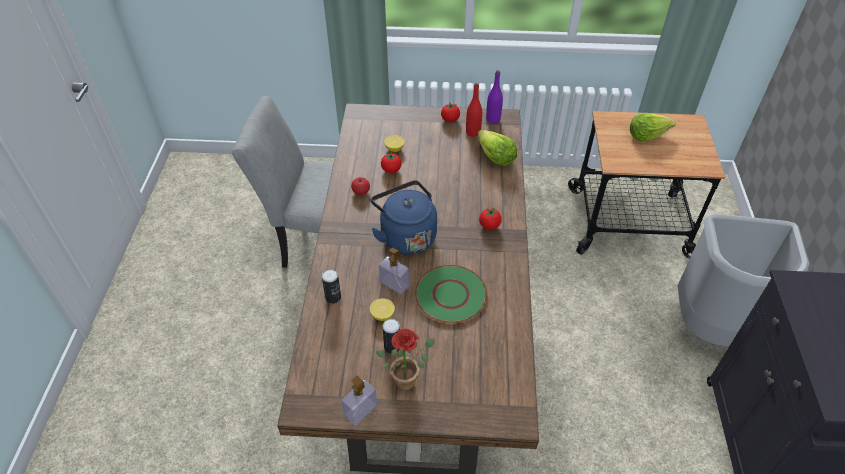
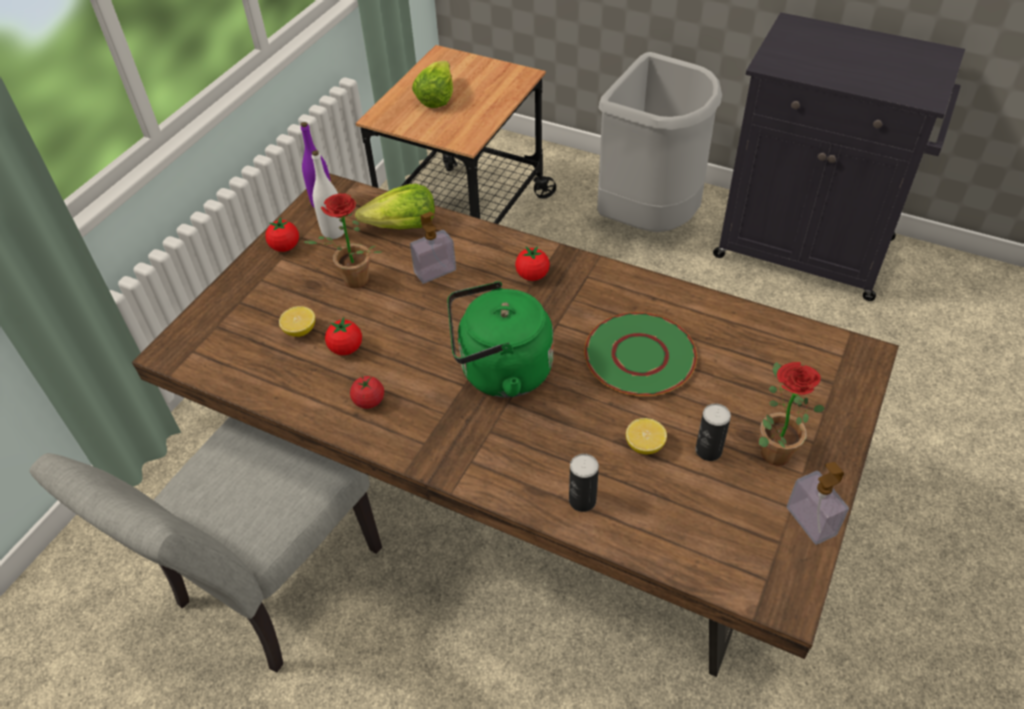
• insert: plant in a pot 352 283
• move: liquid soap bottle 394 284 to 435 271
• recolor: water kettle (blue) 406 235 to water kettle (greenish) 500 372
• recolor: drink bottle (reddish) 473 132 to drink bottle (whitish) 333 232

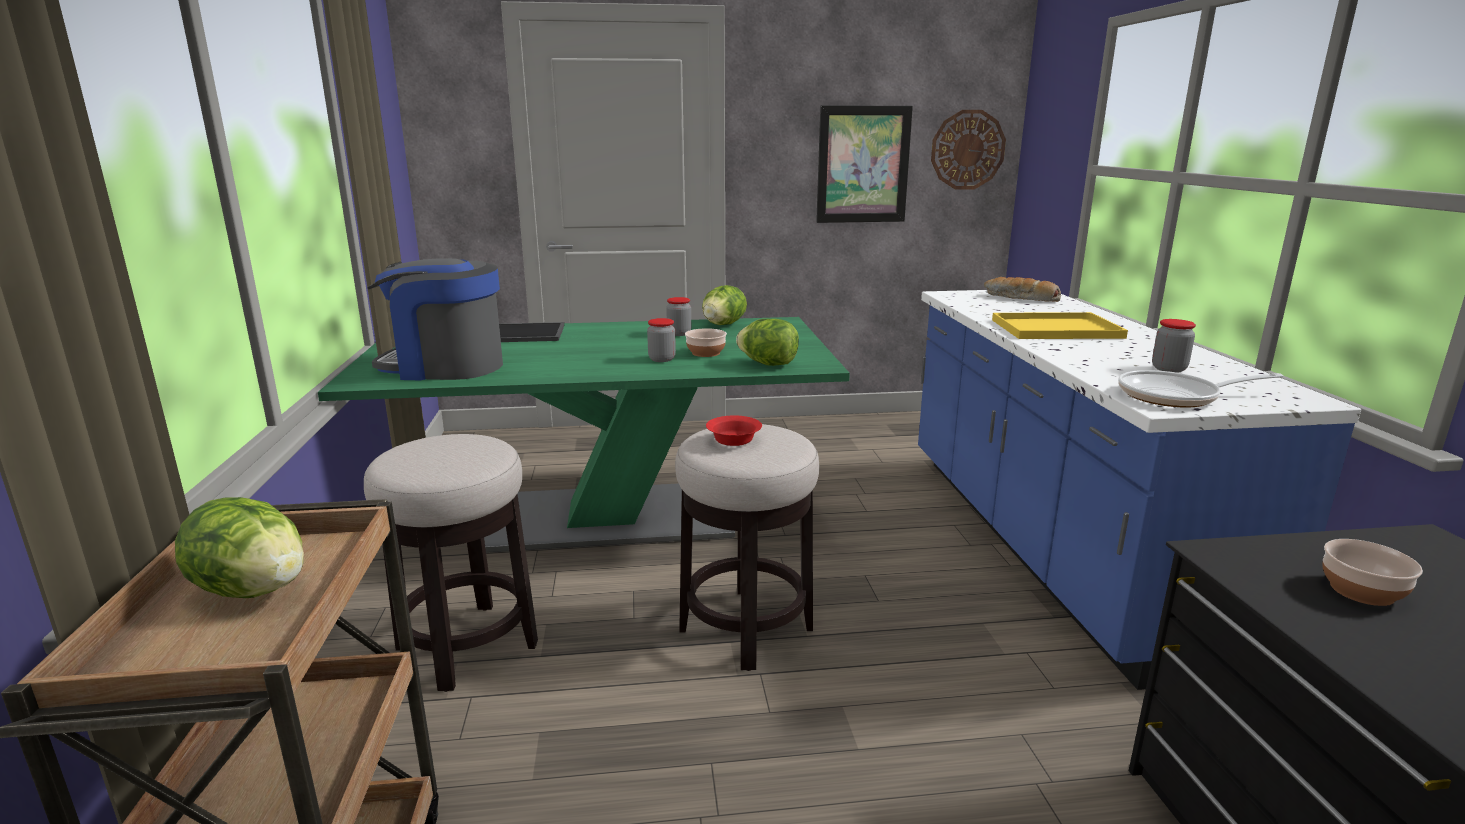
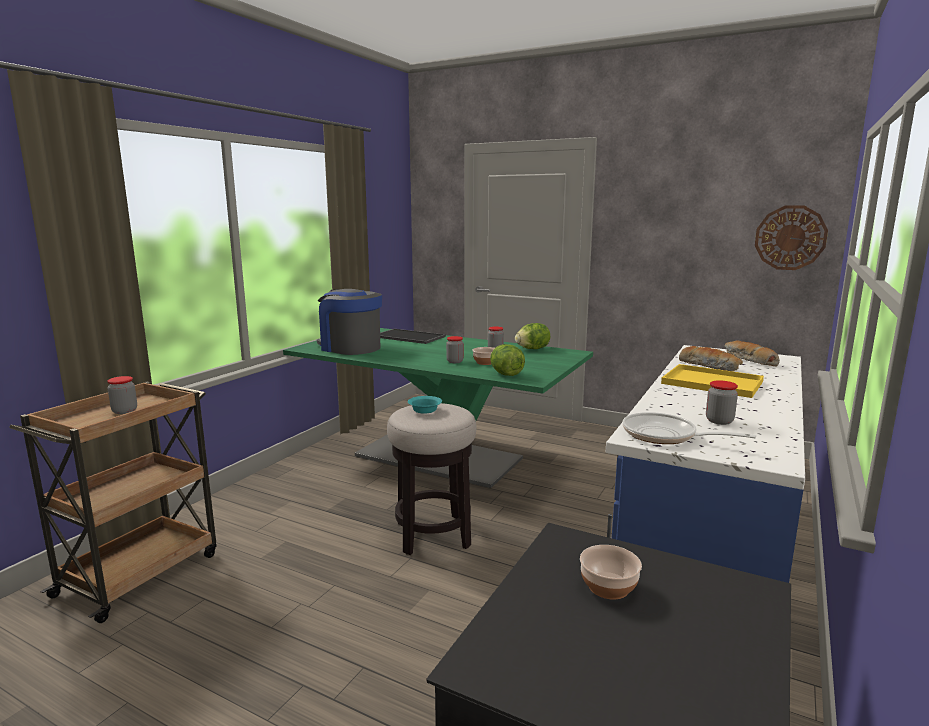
• delete: stool 467 646
• delete: picture 863 165
• insert: bread 709 366
• replace: lettuce 253 590 to storage jar 124 411
• recolor: deep dish (reddish) 735 440 to deep dish (turquoise-coloured) 425 410

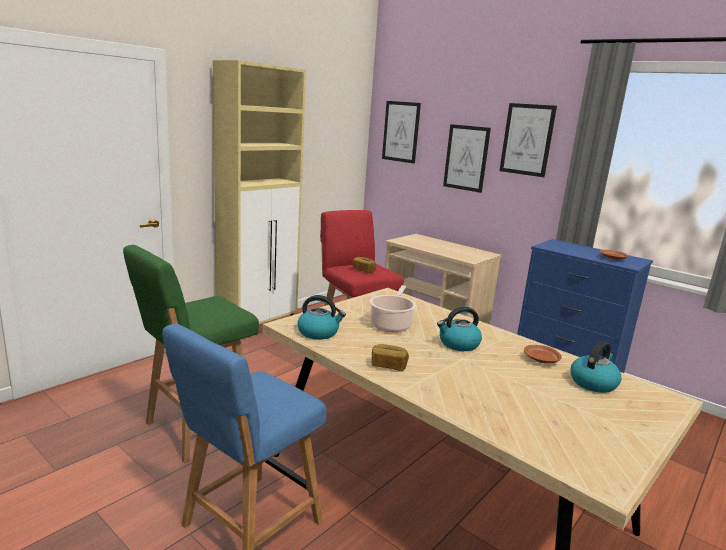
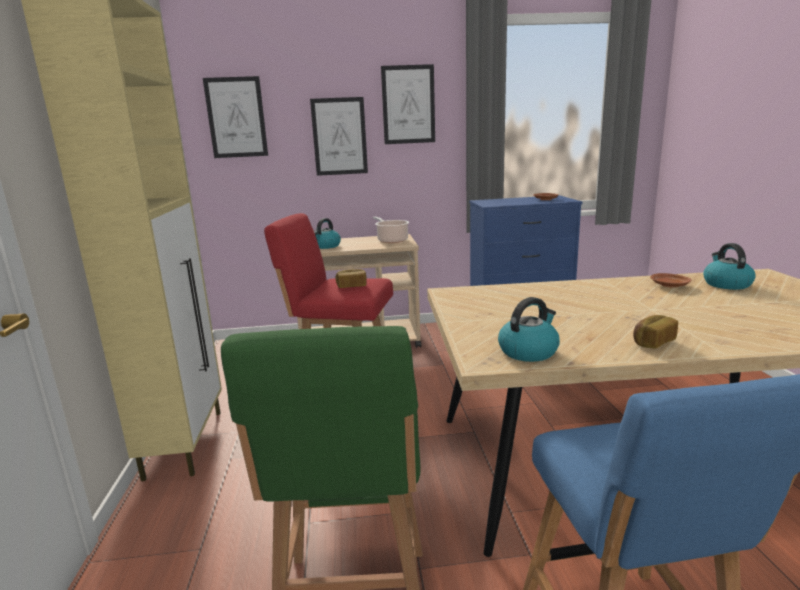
• move: cooking pot 391 324 to 391 240
• move: water kettle 458 344 to 326 246

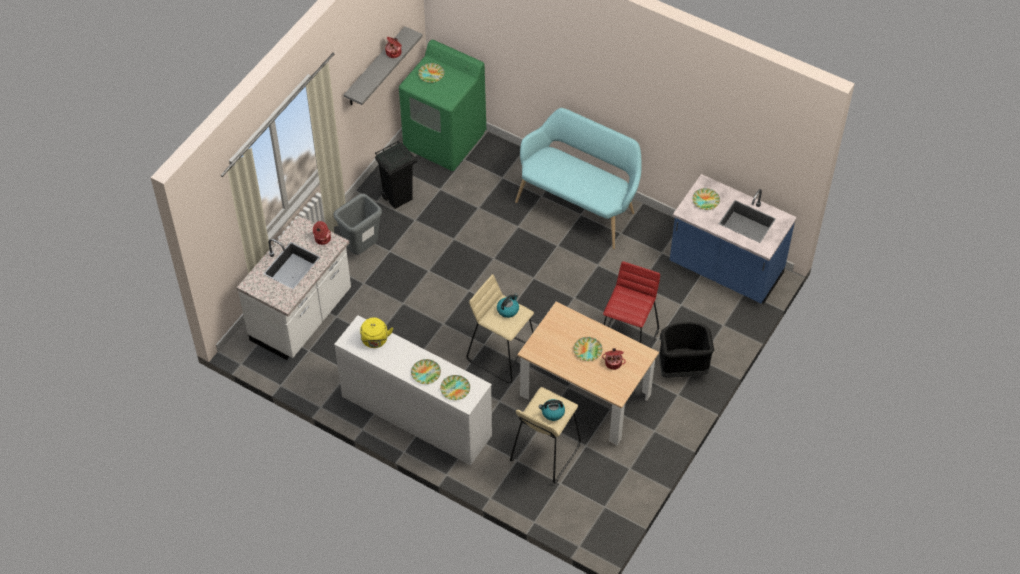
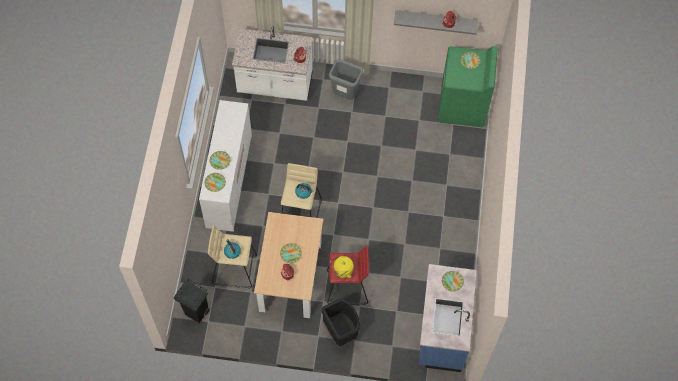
• delete: long seat (turquoise-coloured) 579 205
• move: water kettle (yellow-coloured) 375 341 to 342 271
• move: rubbish bin (black-coloured) 398 198 to 197 312

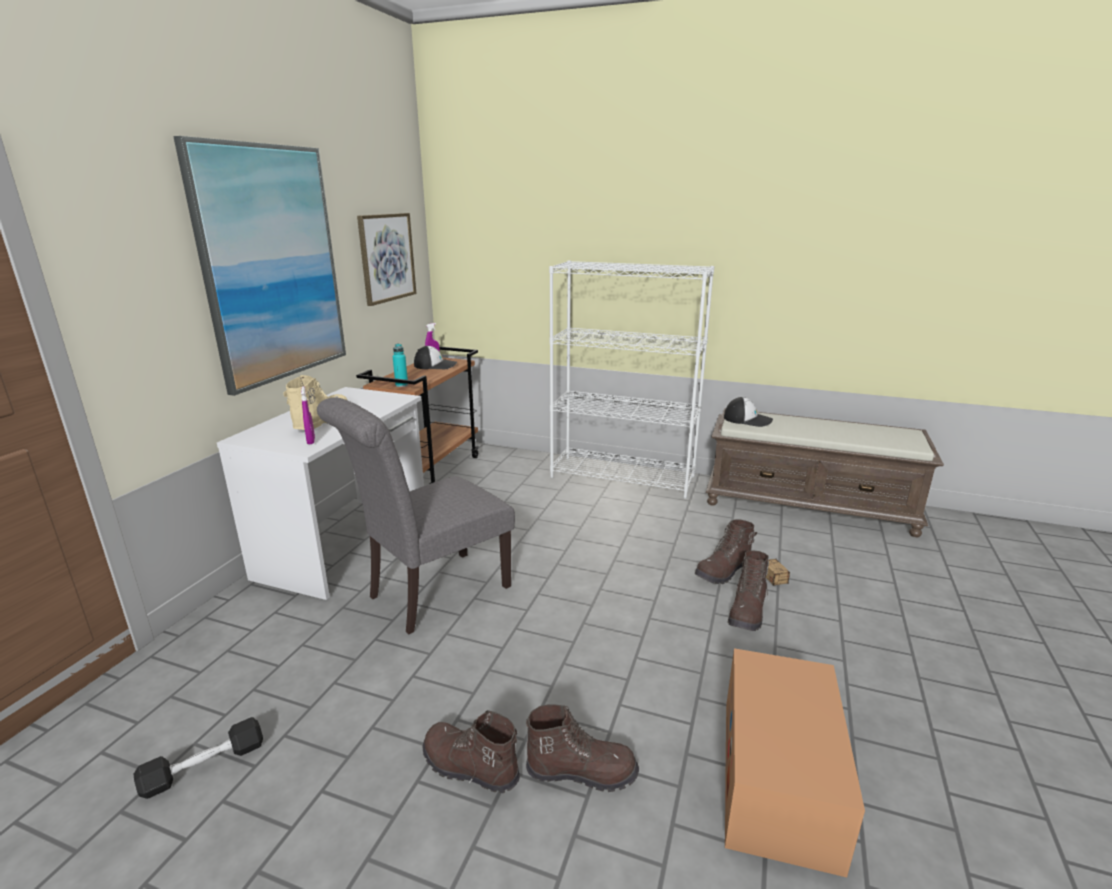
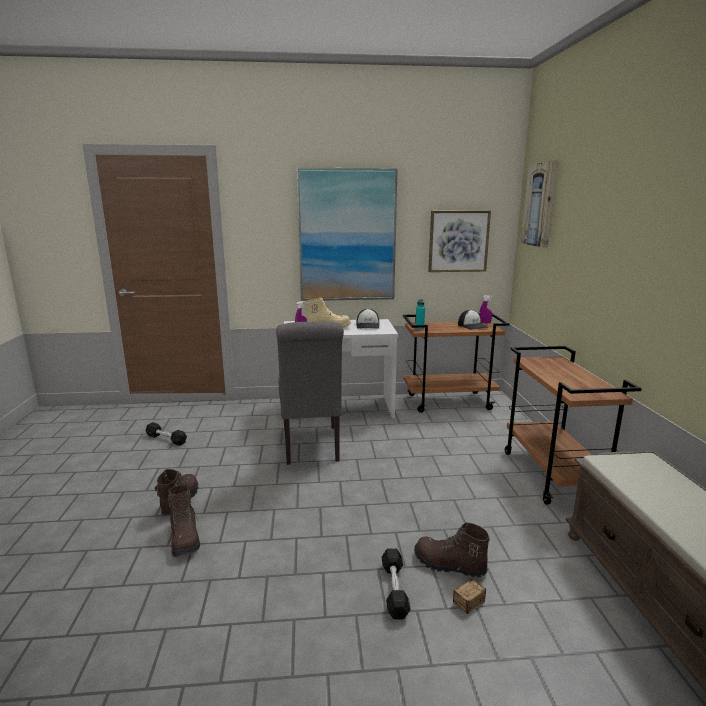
• delete: carton 778 779
• insert: picture 540 204
• move: cap 748 419 to 368 325
• replace: shelving unit (whitish) 623 477 to cart (brown) 554 476
• replace: boot (brown) 747 612 to free weight (black-coloured) 394 590
• rotate: chair (gray) 432 594 = 311 447 120 degrees counterclockwise

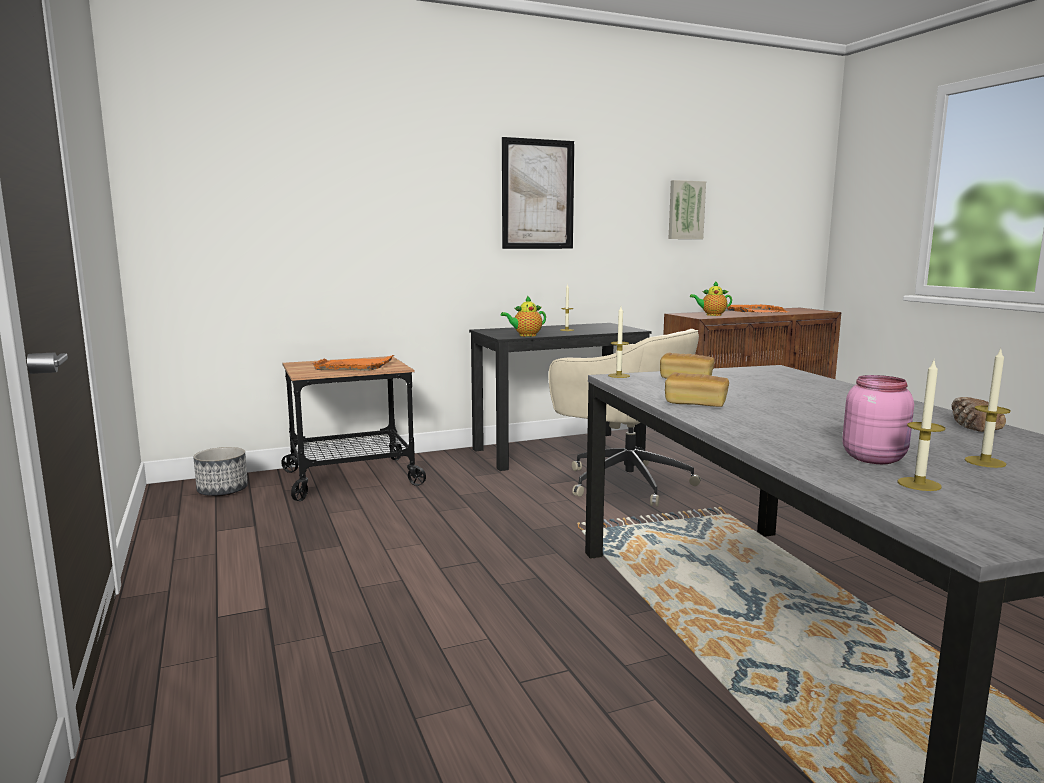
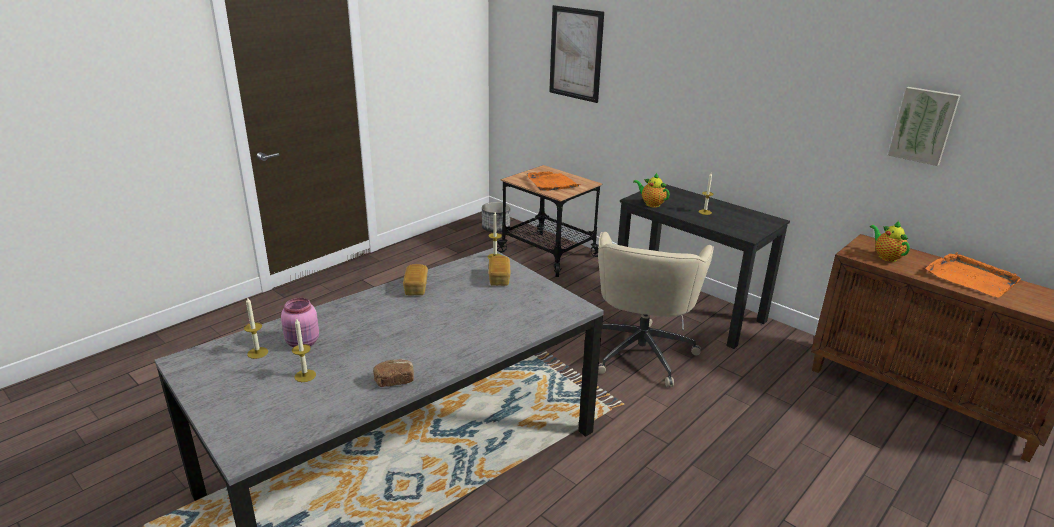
• move: picture 537 194 to 576 54

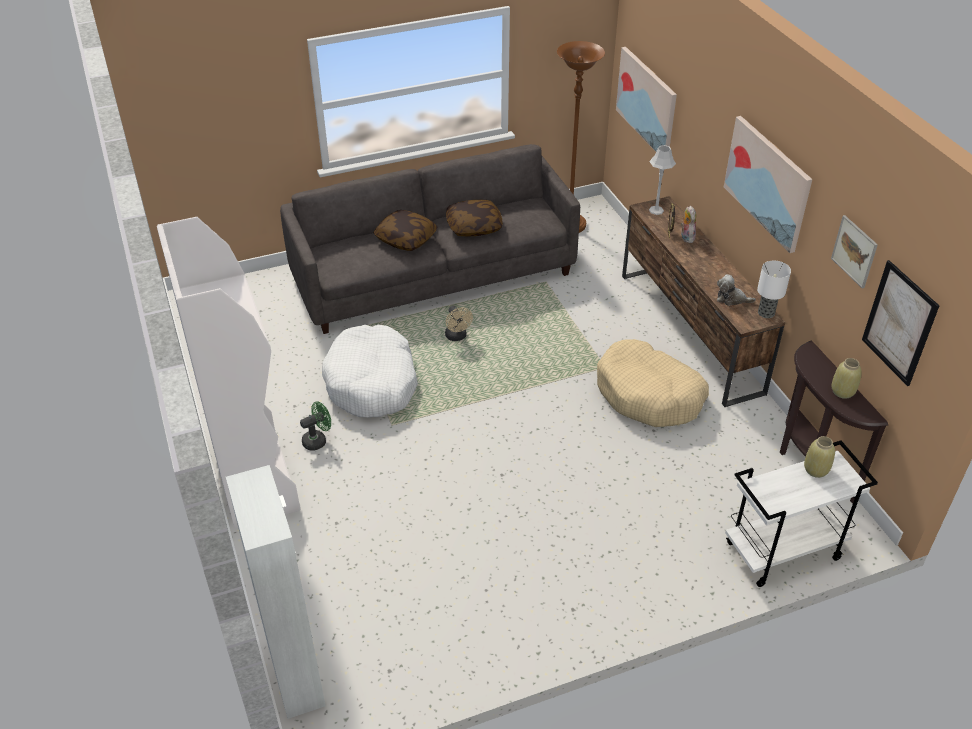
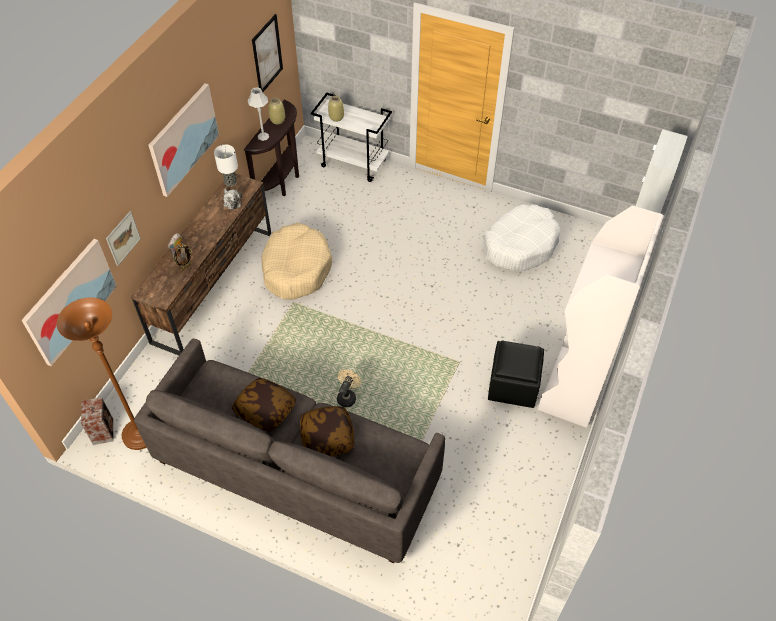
• insert: audio speaker 103 430
• move: dog cushion (whitish) 372 383 to 520 245
• move: tabletop lamp (gray) 656 210 to 263 136
• move: picture 854 251 to 123 238
• replace: cooling fan (greenish) 318 440 to footrest (black-coloured) 513 386

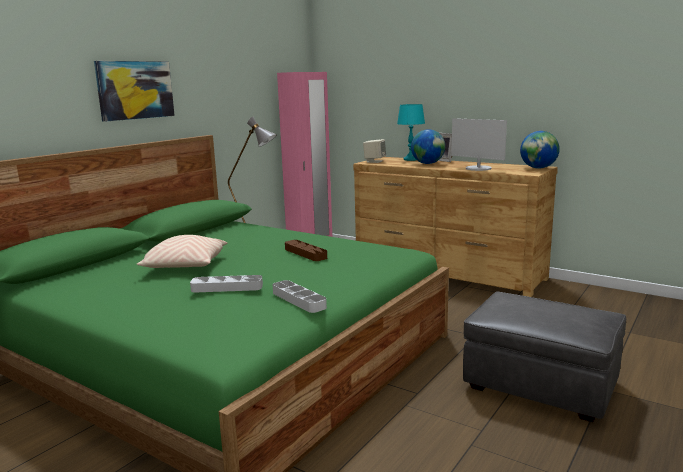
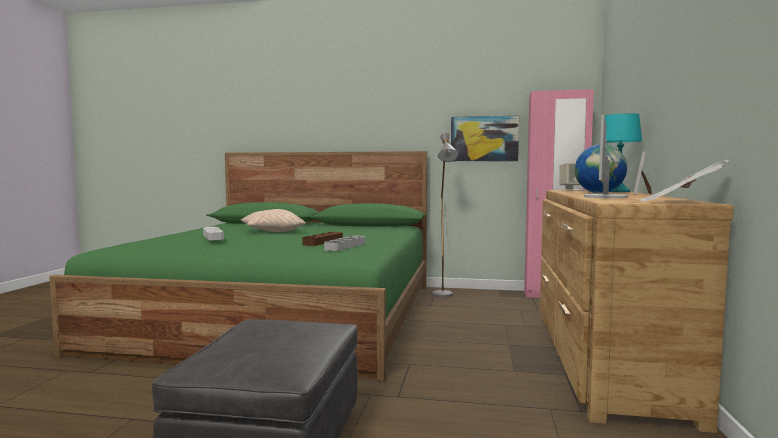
• move: picture 135 90 to 484 139
• move: tray (gray) 298 300 to 345 246
• replace: world globe 538 168 to newspaper 680 202

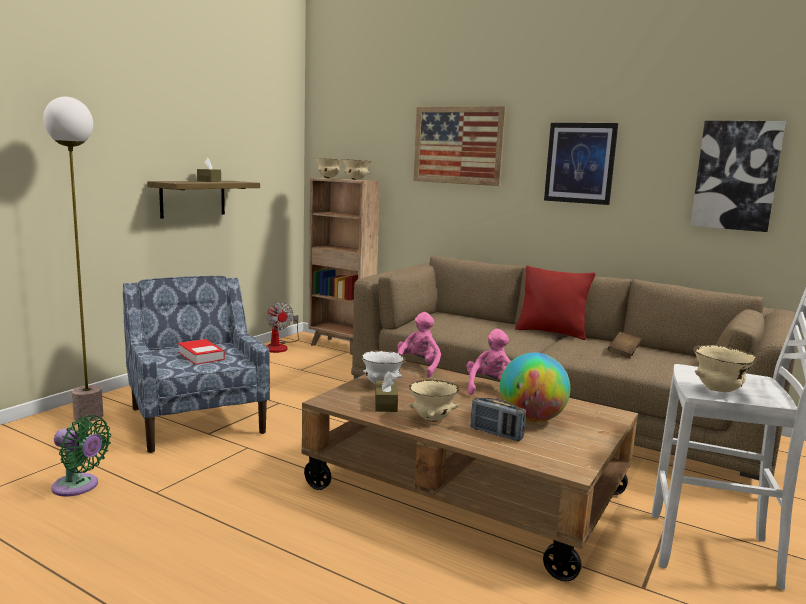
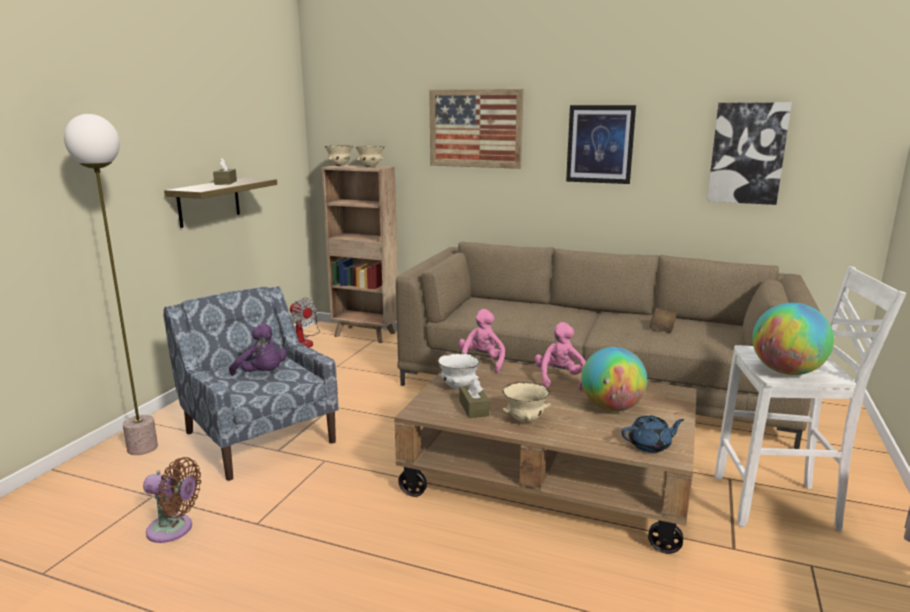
• delete: radio 496 433
• delete: pillow (reddish) 551 332
• insert: pot for tea (blue) 650 445
• replace: volume 201 356 to plush toy (purplish) 262 374
• replace: deep dish (beige) 718 391 to world globe 786 372
• recolor: cooling fan (greenish) 79 487 to cooling fan (brown) 174 529

